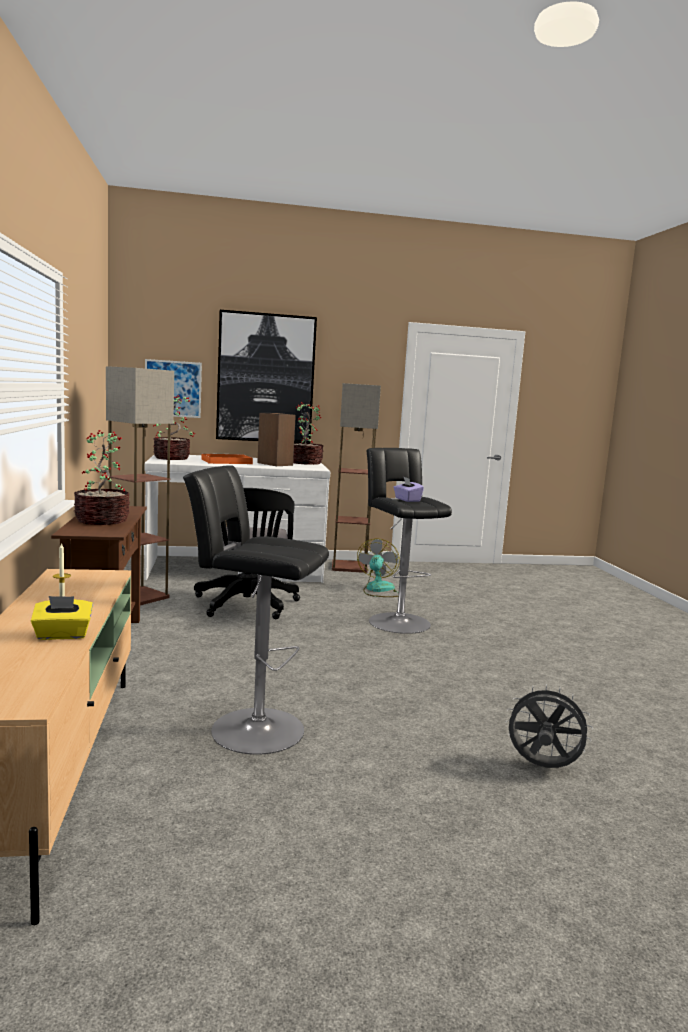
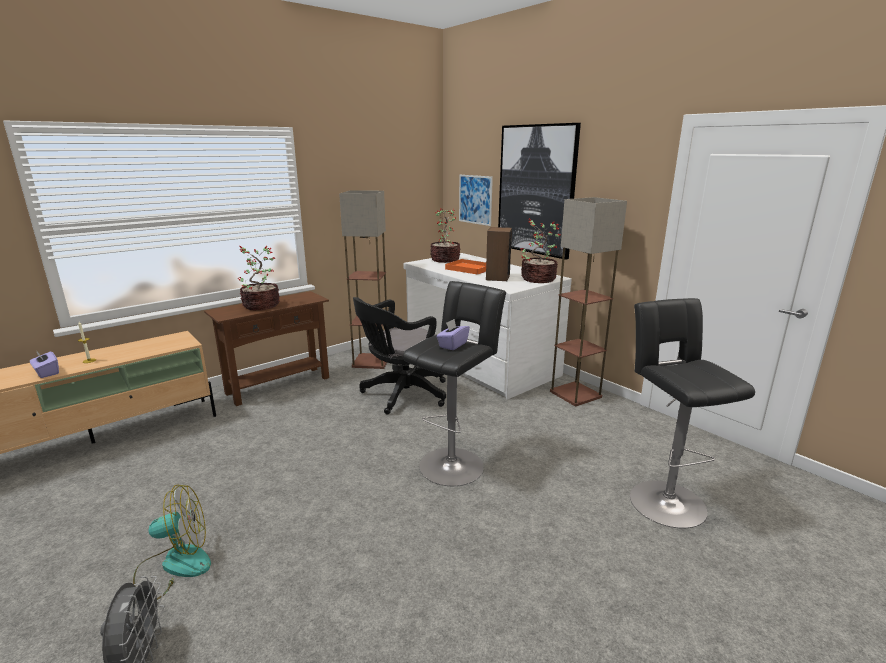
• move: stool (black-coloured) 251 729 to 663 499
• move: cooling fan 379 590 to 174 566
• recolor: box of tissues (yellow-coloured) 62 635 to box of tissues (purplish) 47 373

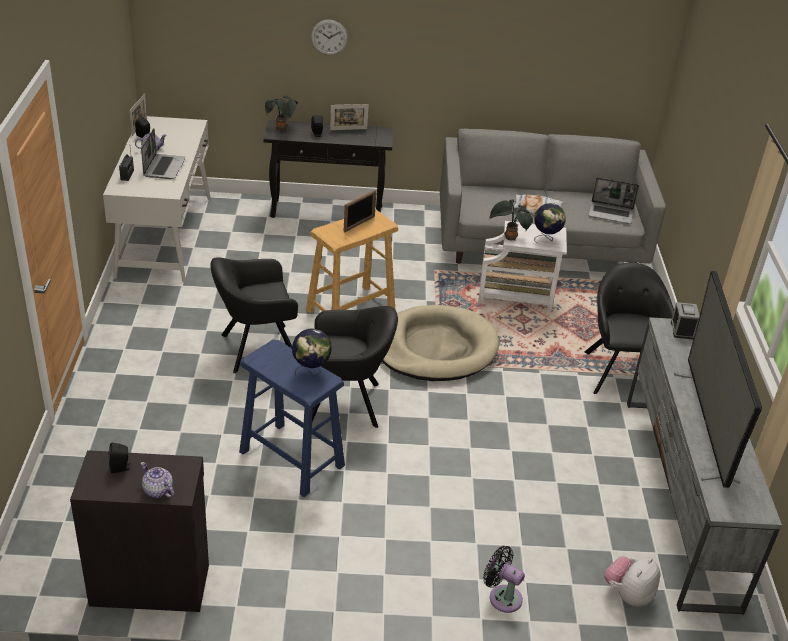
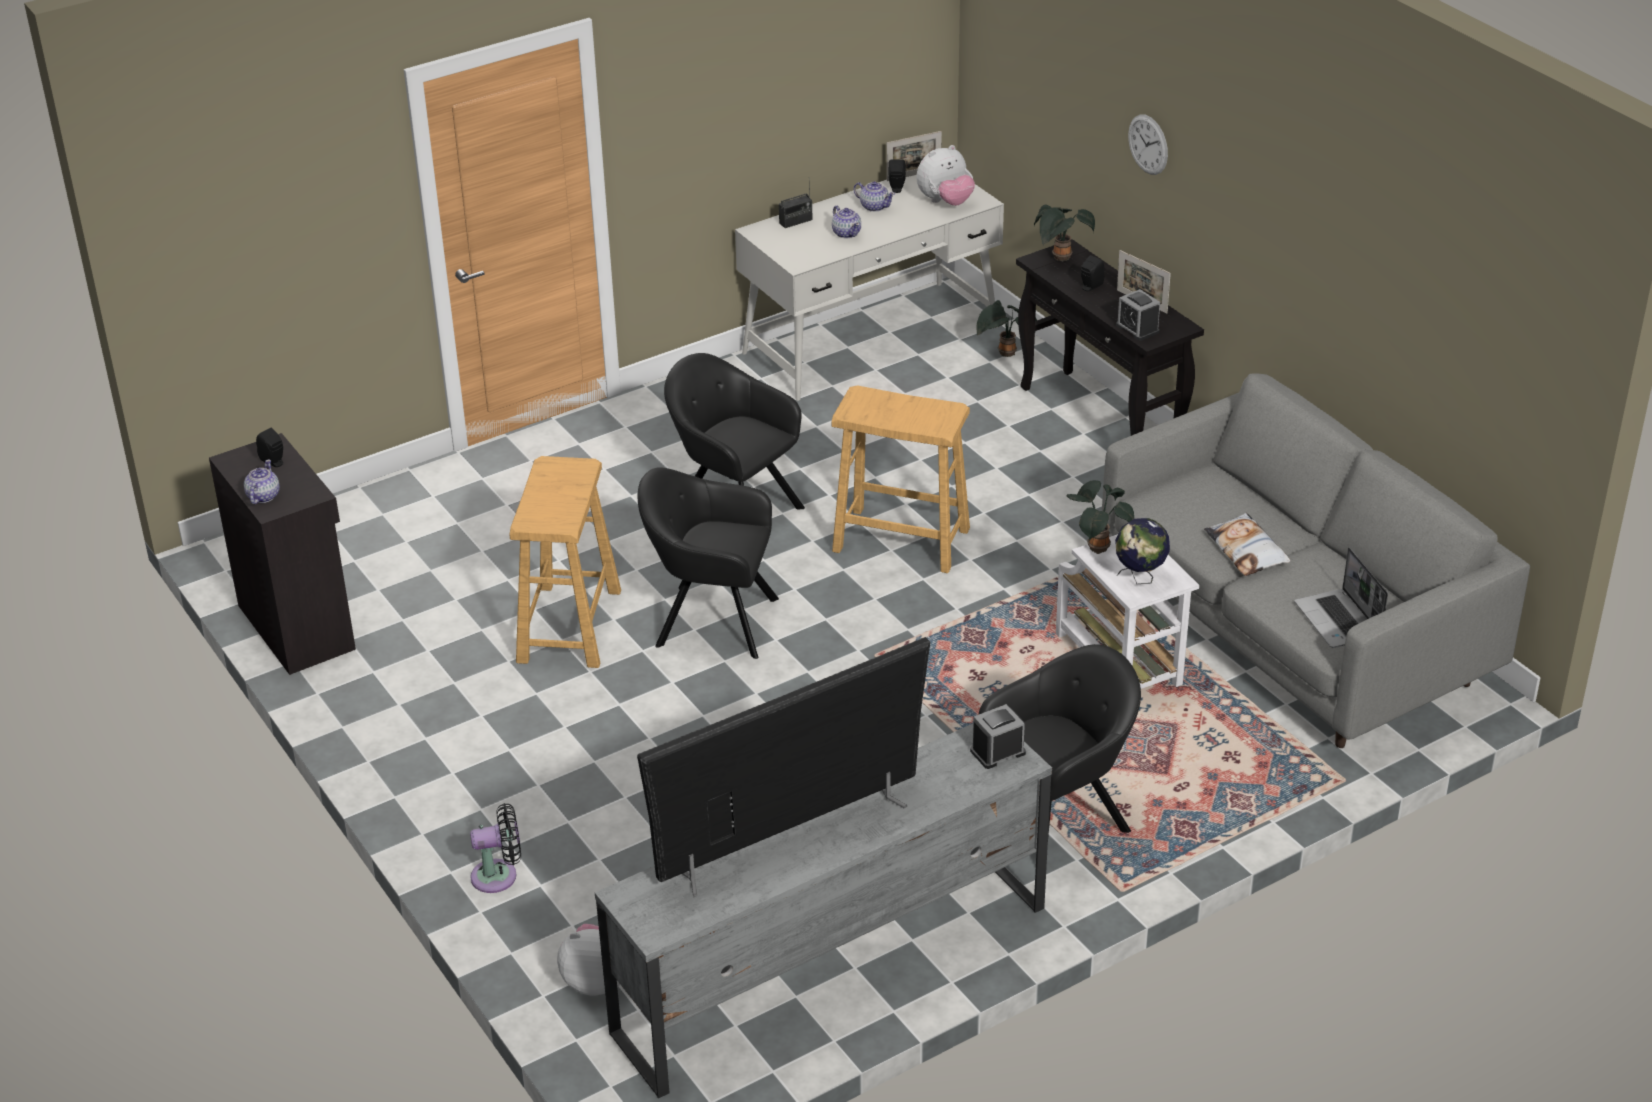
• delete: world globe 311 371
• delete: standing frame 359 224
• delete: dog cushion (beige) 435 348
• insert: plush toy 945 202
• insert: plant in a pot 1005 354
• insert: alarm clock 1137 328
• replace: portable computer 164 167 to pot for tea 846 233
• recolor: stool (blue) 292 459 to stool (beige) 569 626
• rotate: lounge chair (black-coloured) 347 403 = 711 621 135 degrees clockwise
• rotate: cooling fan (black-coloured) 502 597 = 499 876 75 degrees clockwise

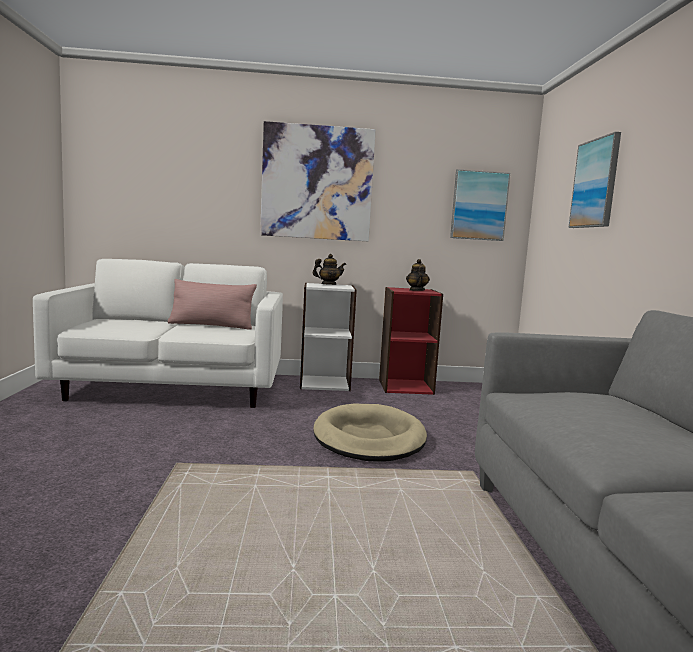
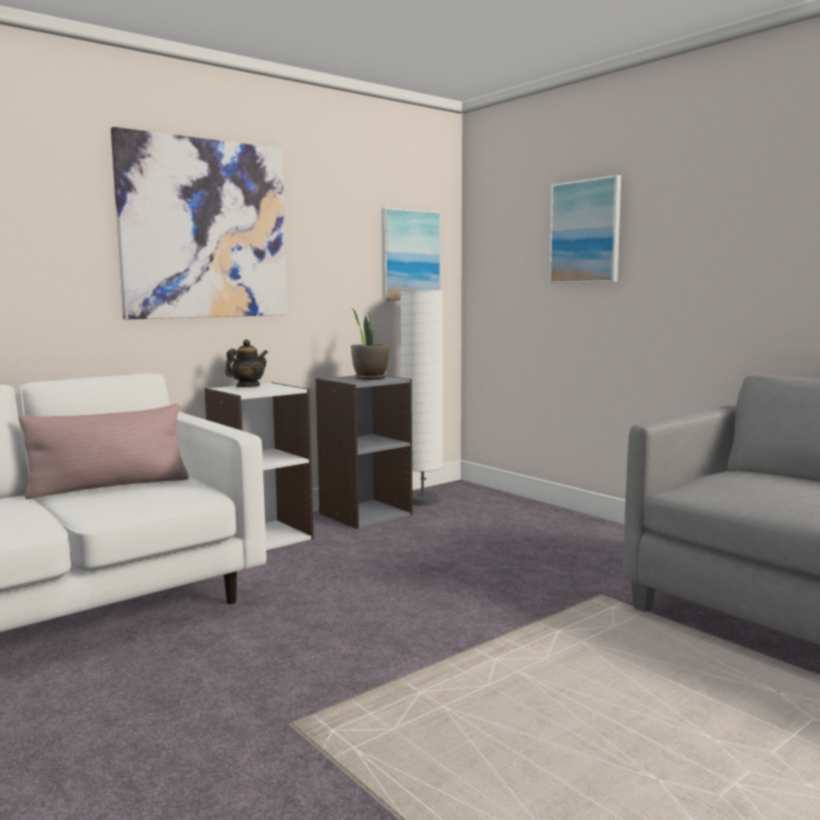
• delete: dog cushion (beige) 369 438
• insert: floor lamp (whitish) 422 501
• replace: pot for tea 416 290 to plant in a pot 370 378
• recolor: shelving unit (reddish) 405 386 to shelving unit (gray) 365 514

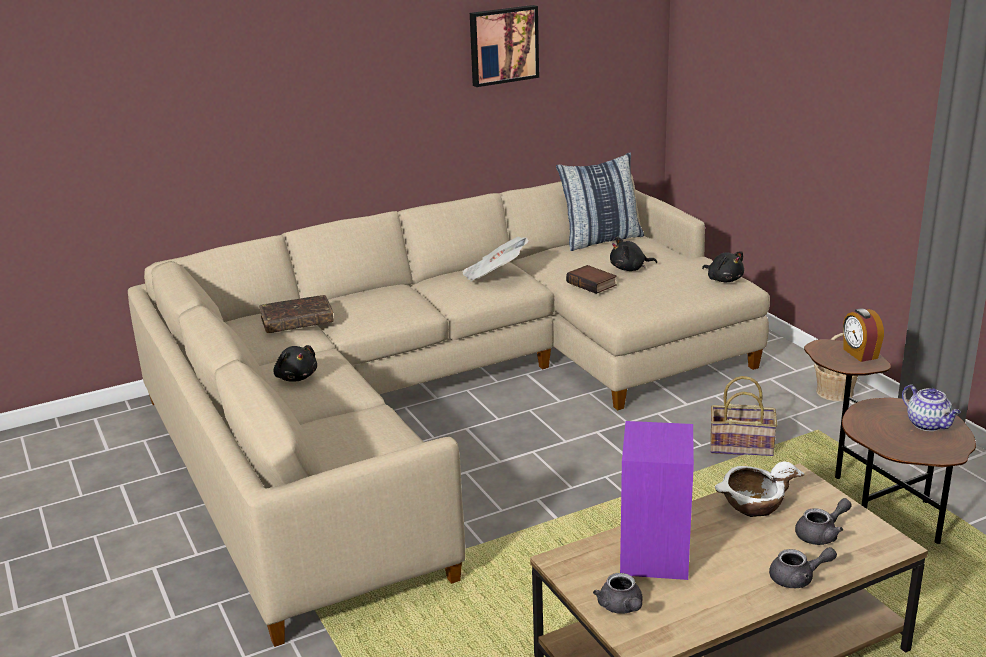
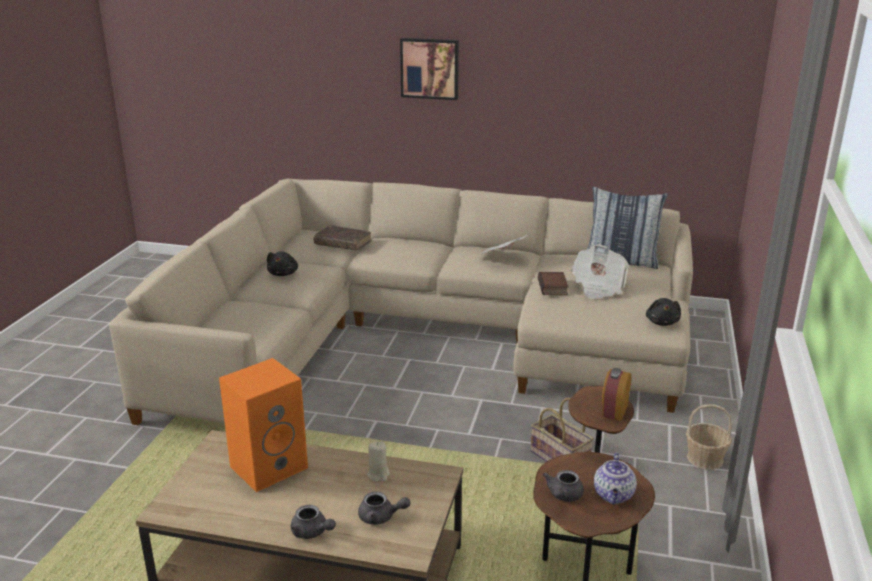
• move: picture 503 45 to 430 68
• move: pot for tea (gray) 621 607 to 563 496
• replace: plush toy (black-coloured) 629 269 to newspaper 598 287
• replace: deep dish (whitish) 753 505 to candle (beige) 378 474
• recolor: audio speaker (purplish) 652 553 to audio speaker (orangey) 269 466

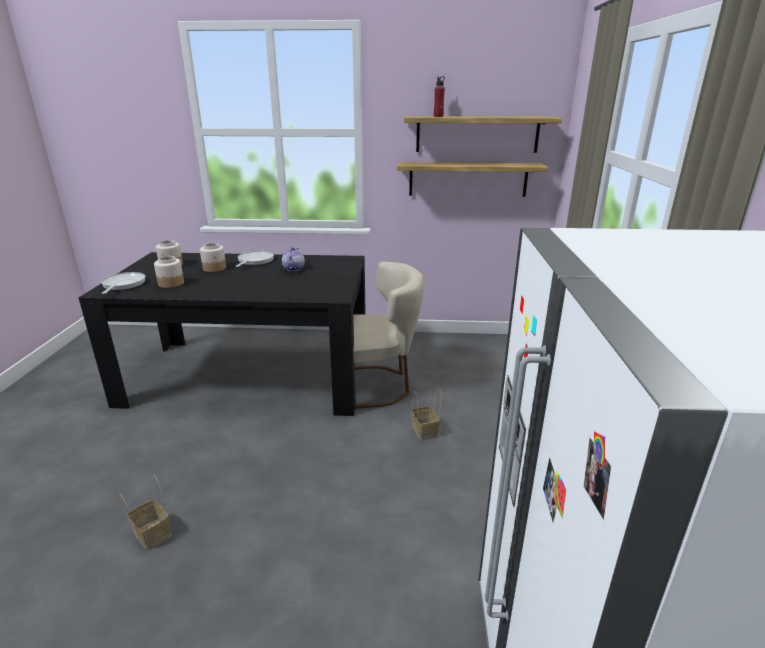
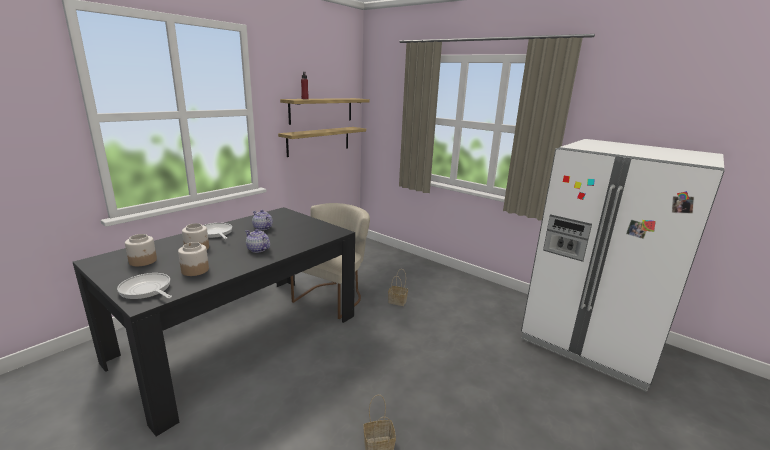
• insert: pot for tea 257 249

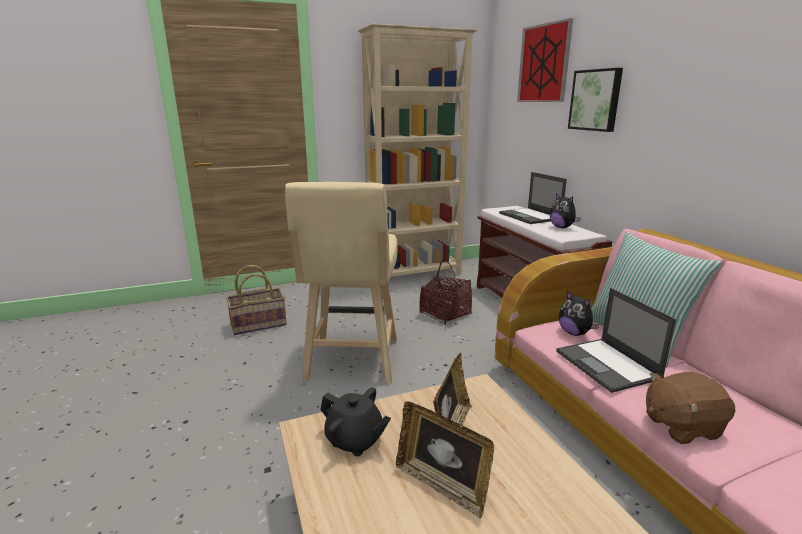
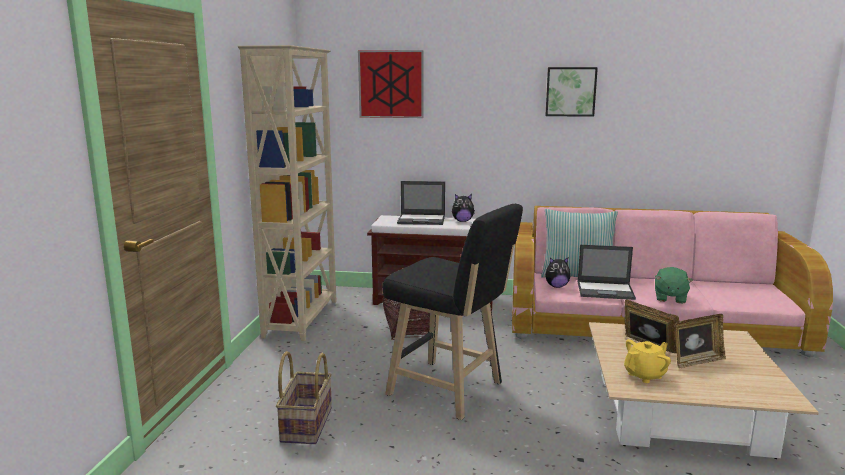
• move: picture 596 100 to 570 91
• recolor: stool (beige) 351 362 to stool (black-coloured) 450 391
• recolor: pot for tea (black-coloured) 355 440 to pot for tea (yellow-coloured) 645 375
• recolor: plush toy (brown) 681 426 to plush toy (greenish) 670 298

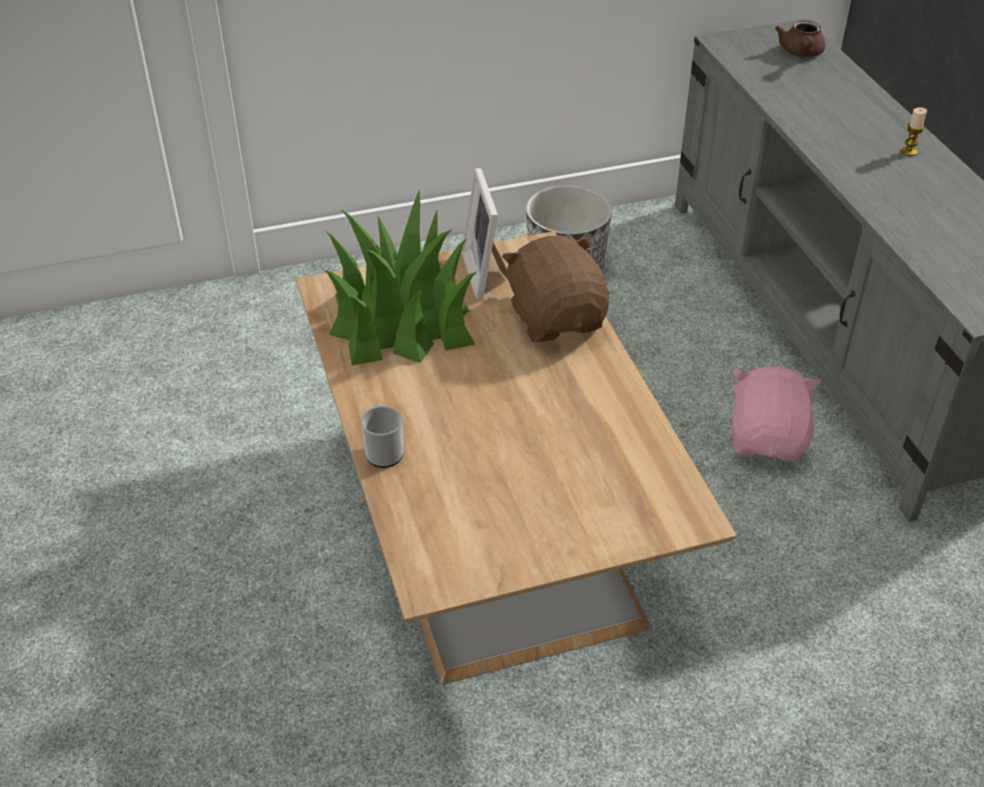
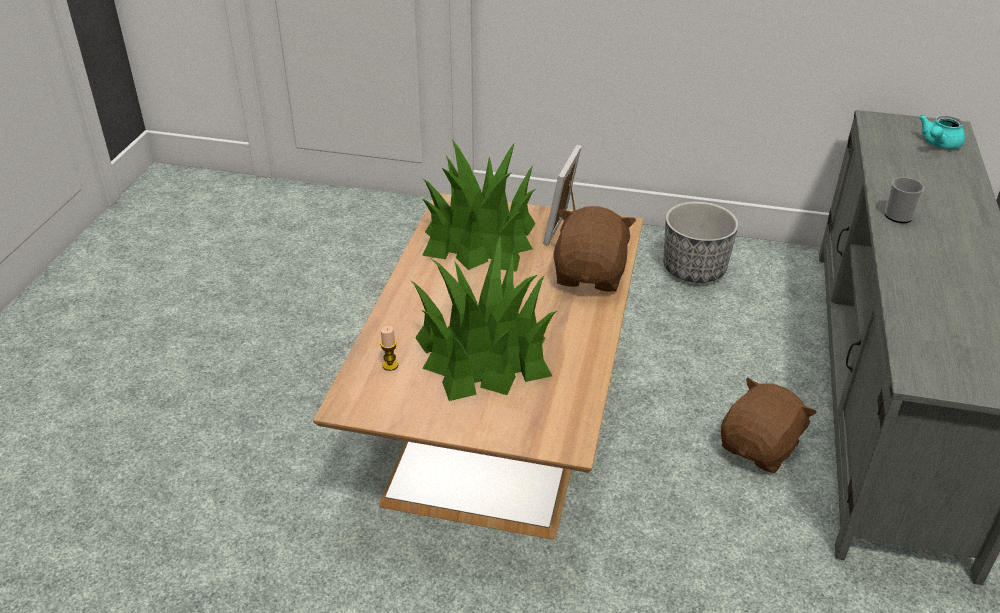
• insert: plant in a pot 484 355
• move: tea mug 384 451 to 898 214
• move: candle 909 151 to 390 365
• recolor: plush toy (pinkish) 768 439 to plush toy (brown) 760 447
• recolor: pot for tea (brown) 800 53 to pot for tea (turquoise-coloured) 938 144

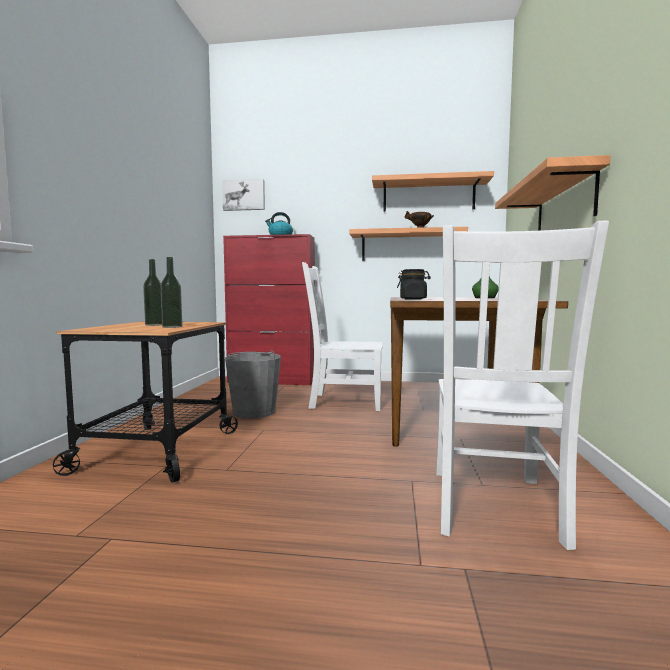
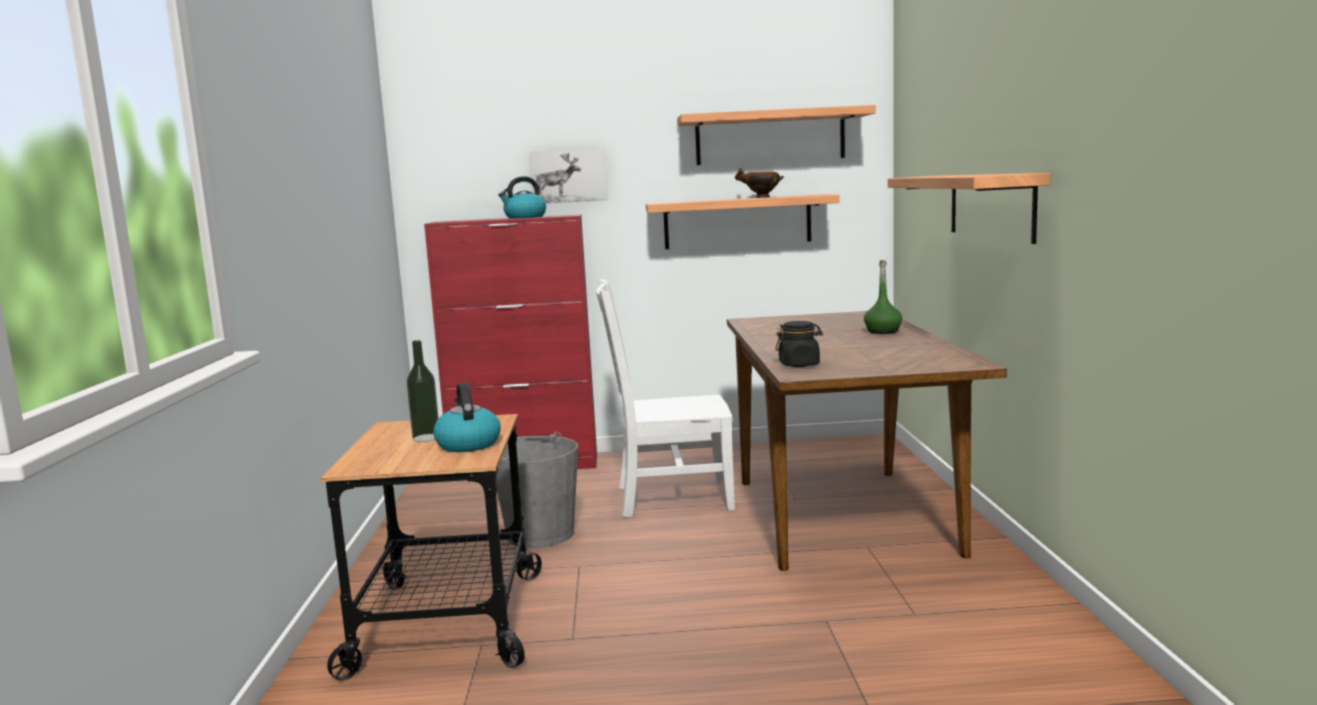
• delete: chair (whitish) 494 507
• move: picture 244 195 to 568 176
• replace: drink bottle 172 327 to water kettle 468 444

